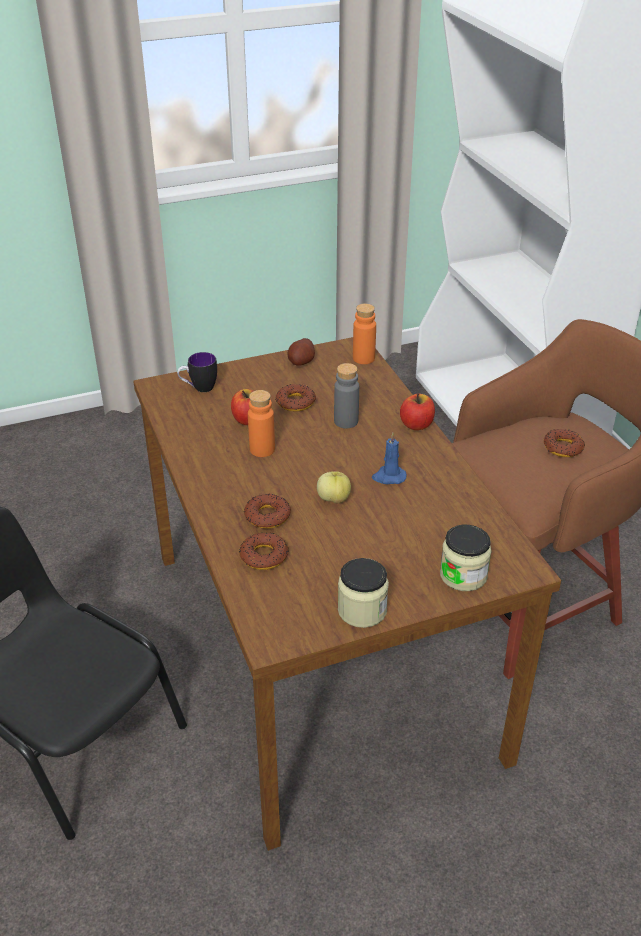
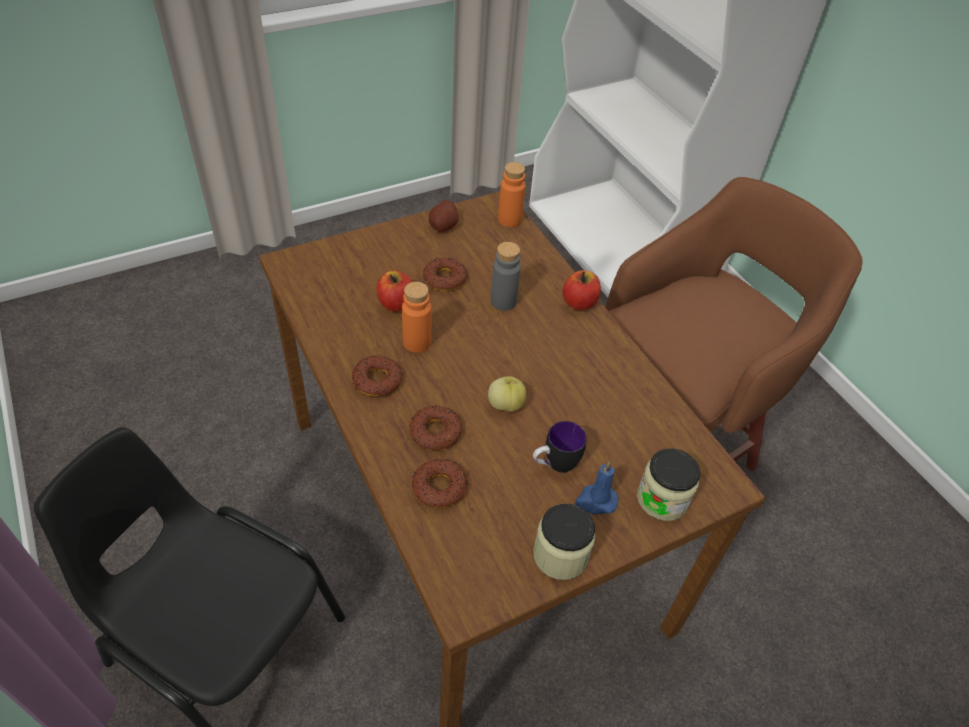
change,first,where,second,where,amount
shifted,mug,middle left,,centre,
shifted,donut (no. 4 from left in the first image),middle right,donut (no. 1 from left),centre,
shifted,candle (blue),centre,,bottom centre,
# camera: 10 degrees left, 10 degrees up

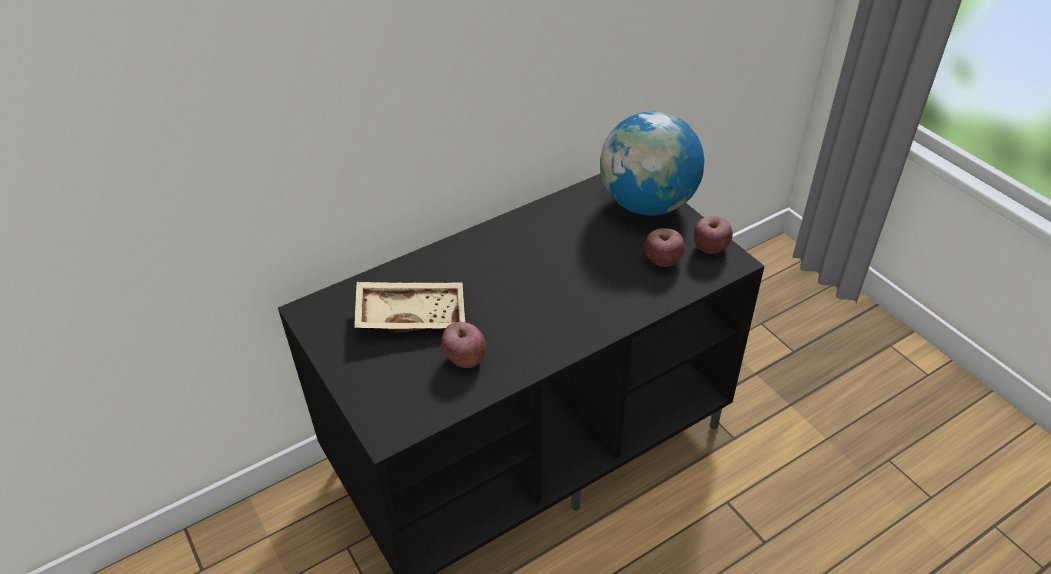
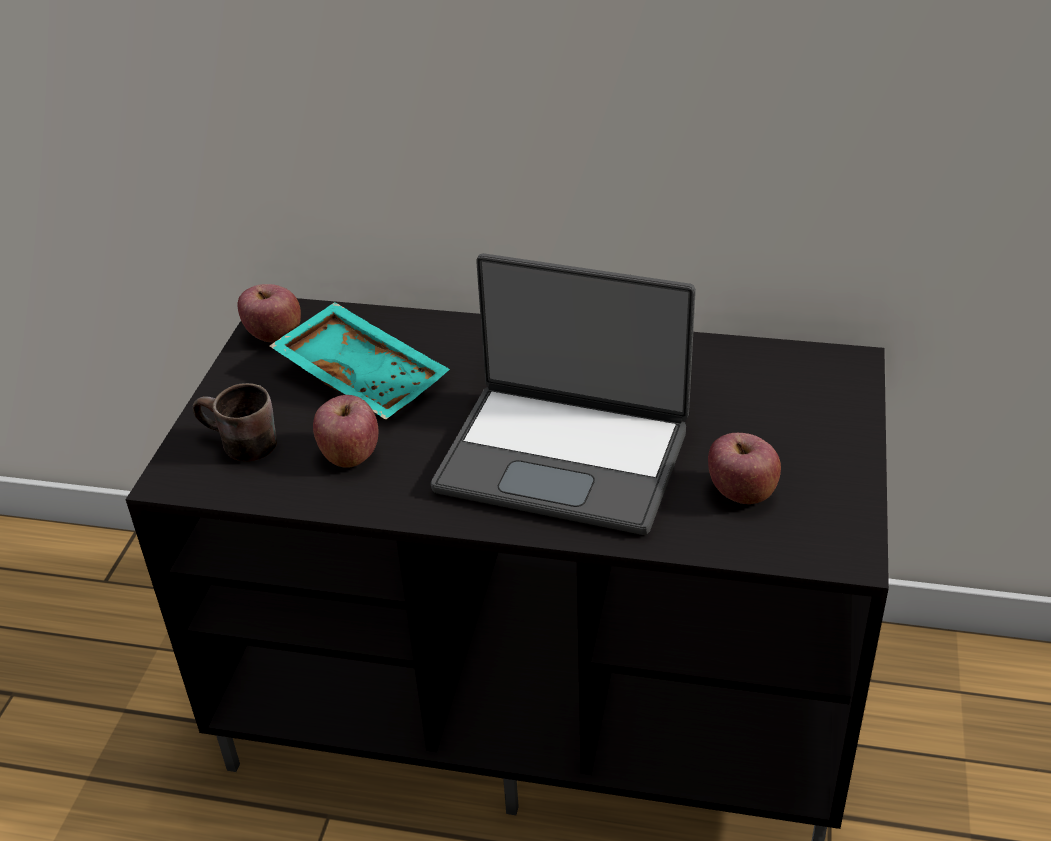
change,first,where,second,where,amount
gone,globe,top centre,,,
shifted,apple (no. 3 from left in the first image),middle right,apple (no. 1 from left),middle left,
repainted,tray (beige),centre,tray (turquoise),centre,
new,,,laptop,centre,
new,,,mug (brown),middle left,
# camera: 45 degrees right, 5 degrees down

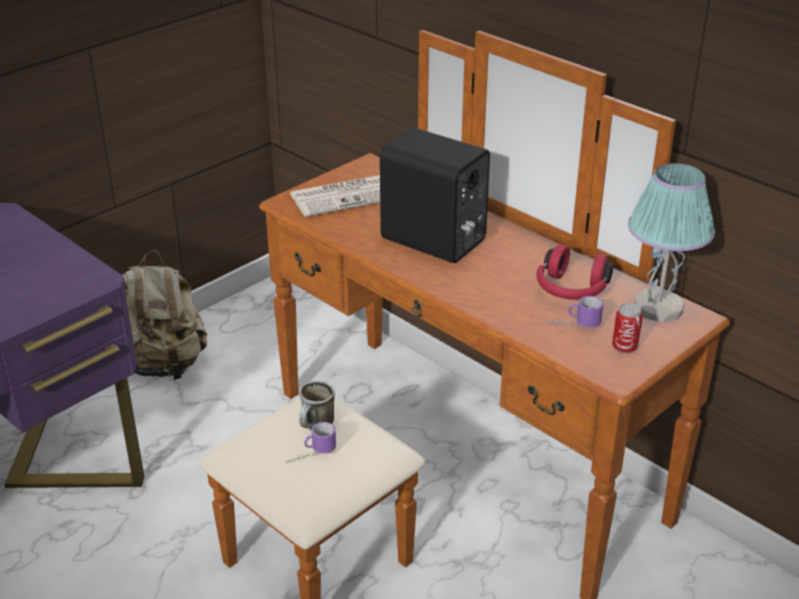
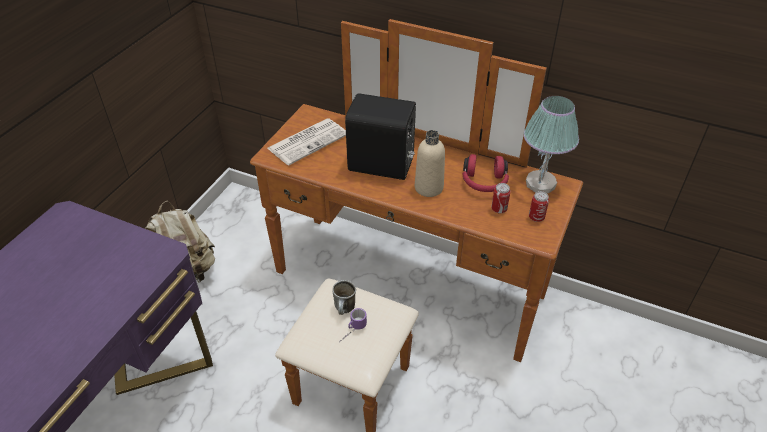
change,first,where,second,where,amount
swapped,mug (no. 3 from left),middle right,can (no. 1 from left),centre,
new,,,bottle (beige),centre,
# camera: 20 degrees left, 10 degrees up

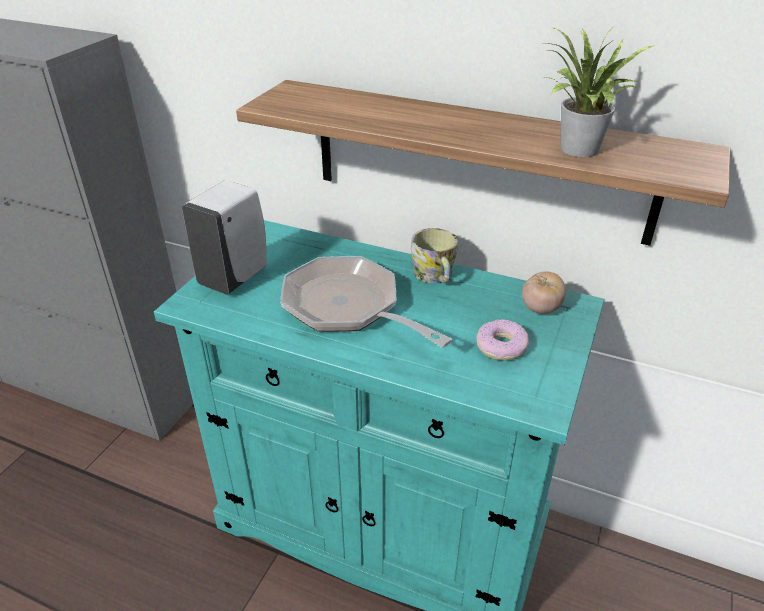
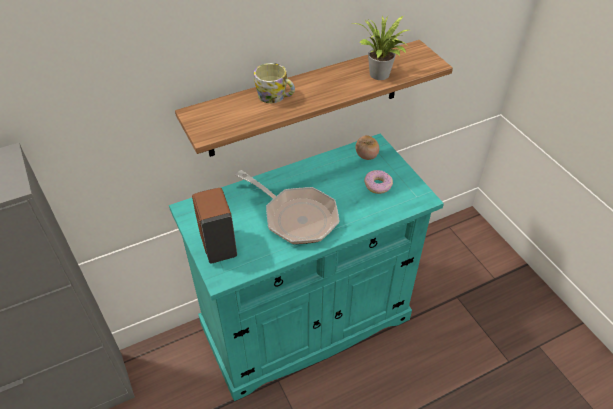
change,first,where,second,where,amount
repainted,soap dispenser (white),middle left,soap dispenser (brown),centre,
shifted,mug,centre,,top centre,
rotated,frying pan,centre,,centre,135 degrees counterclockwise
# camera: 50 degrees left, 10 degrees up

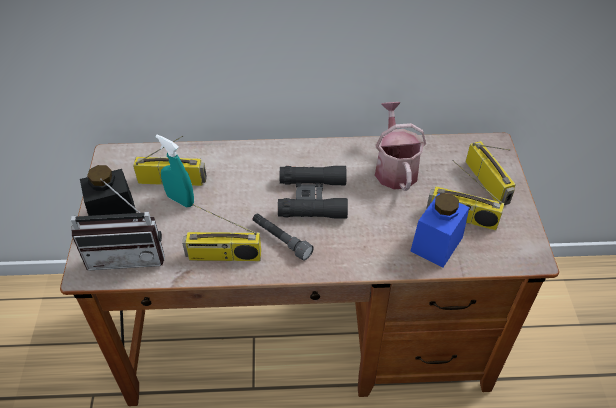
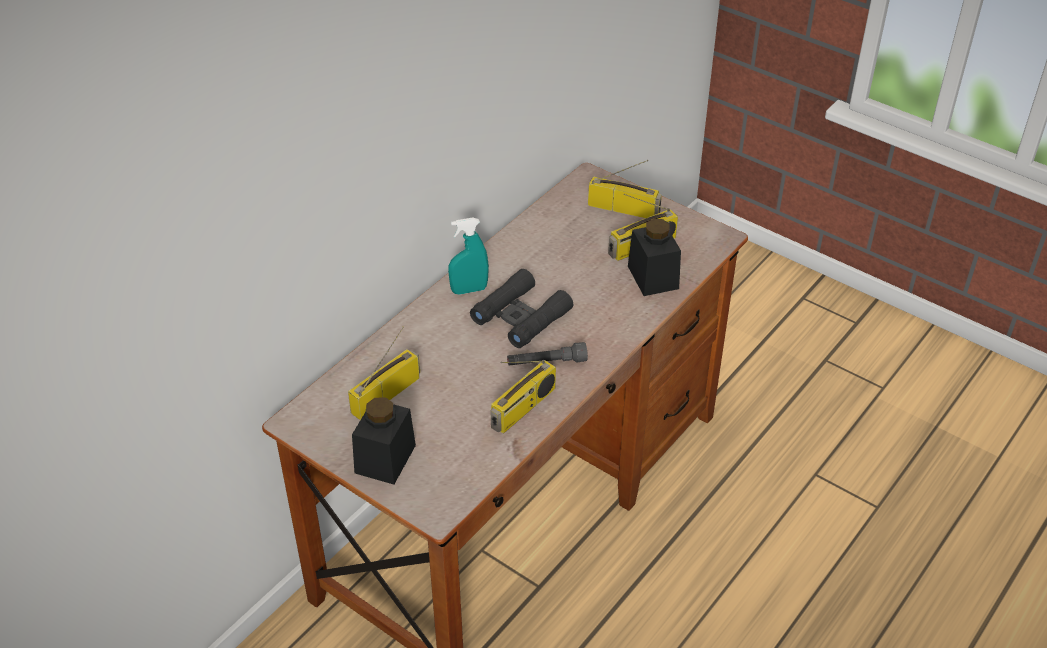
change,first,where,second,where,amount
gone,watering can,centre,,,
shifted,spray bottle (turquoise),middle left,,centre,
gone,radio (no. 1 from left),middle left,,,
repainted,jar (blue),middle right,jar (black) (no. 2 from left),centre,
# camera: 50 degrees left, 5 degrees down

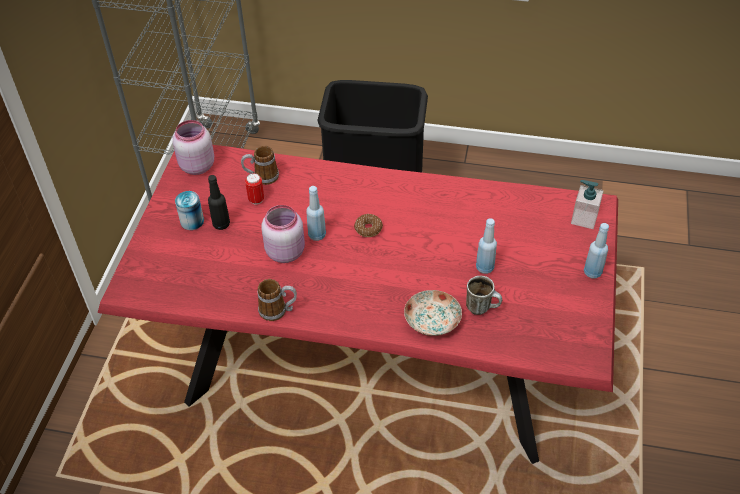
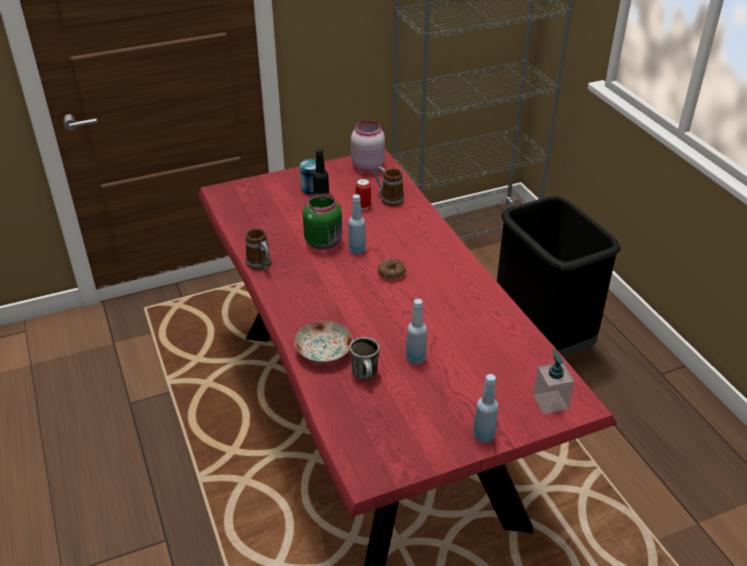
change,first,where,second,where,amount
repainted,jar (pink) (no. 2 from left),centre,jar (green),centre,
# camera: 55 degrees right, 10 degrees down

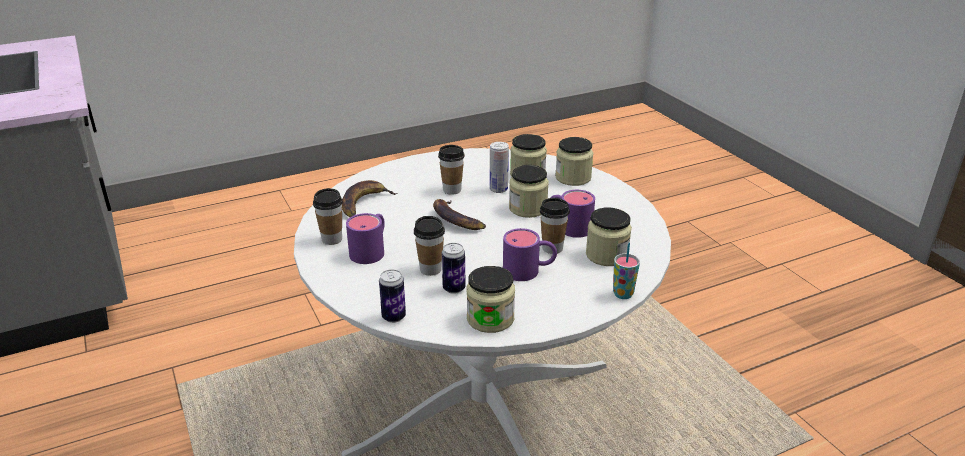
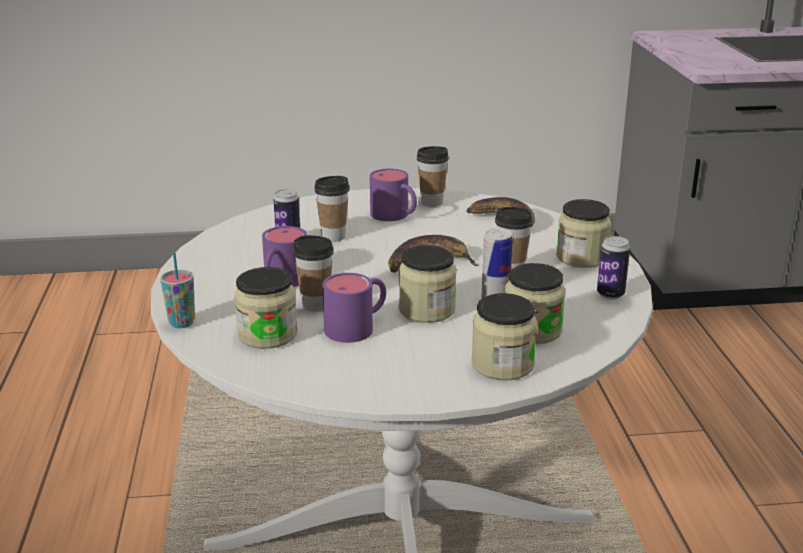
change,first,where,second,where,amount
shifted,jar (no. 1 from left in the first image),centre,jar (no. 5 from left),middle right,
shifted,can (no. 1 from left in the first image),centre,can (no. 3 from left),middle right,
# camera: 110 degrees right, 5 degrees down

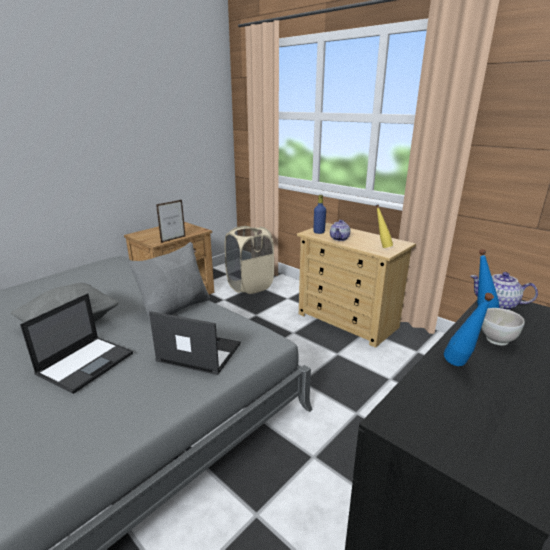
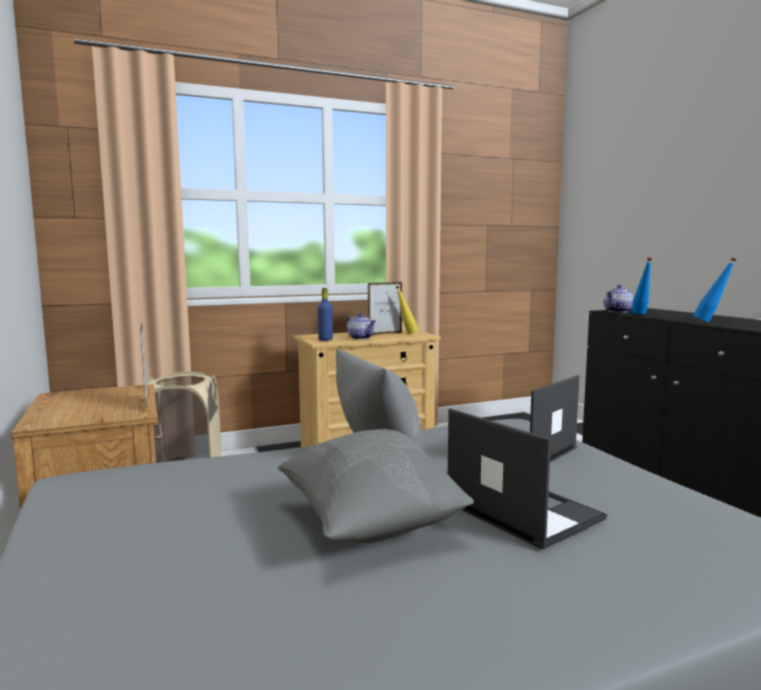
change,first,where,second,where,amount
gone,bowl (white),middle right,,,
new,,,picture frame (no. 2 from left),centre,
# camera: 65 degrees left, 15 degrees down

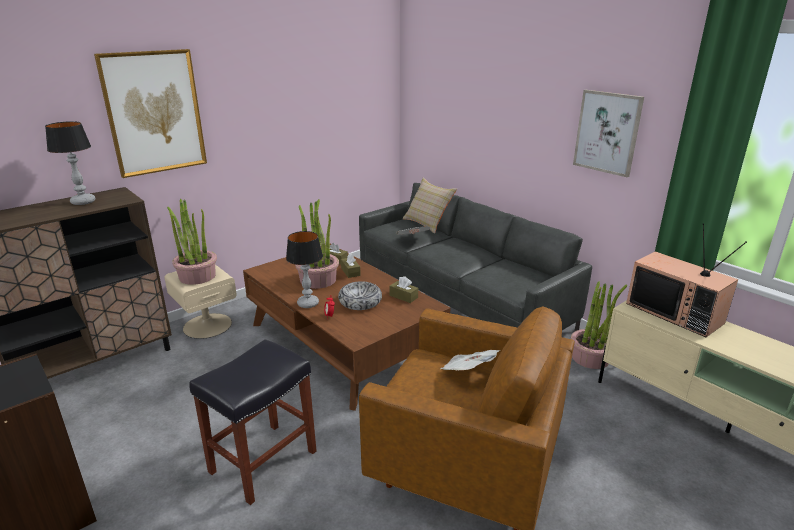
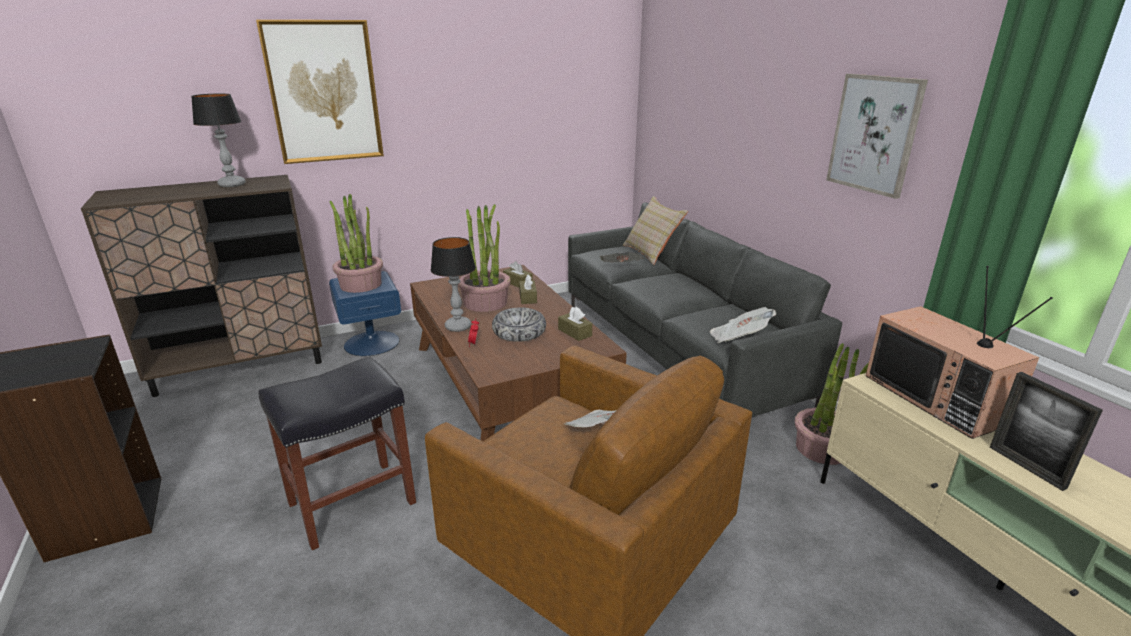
change,first,where,second,where,amount
repainted,nightstand (beige),middle left,nightstand (blue),middle left,
new,,,newspaper (no. 3 from left),centre,
new,,,picture frame,bottom right,
# camera: 15 degrees right, 0 degrees up

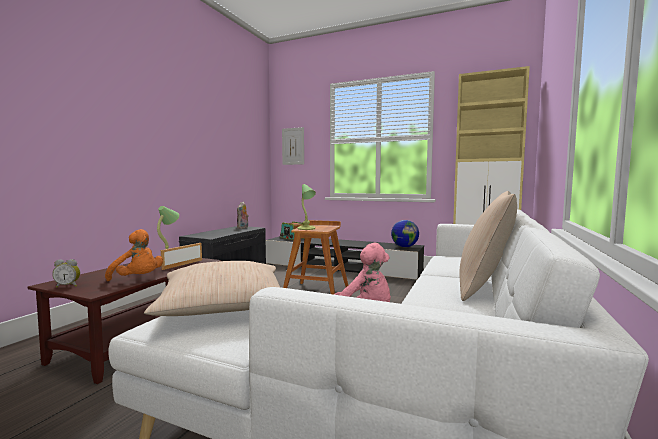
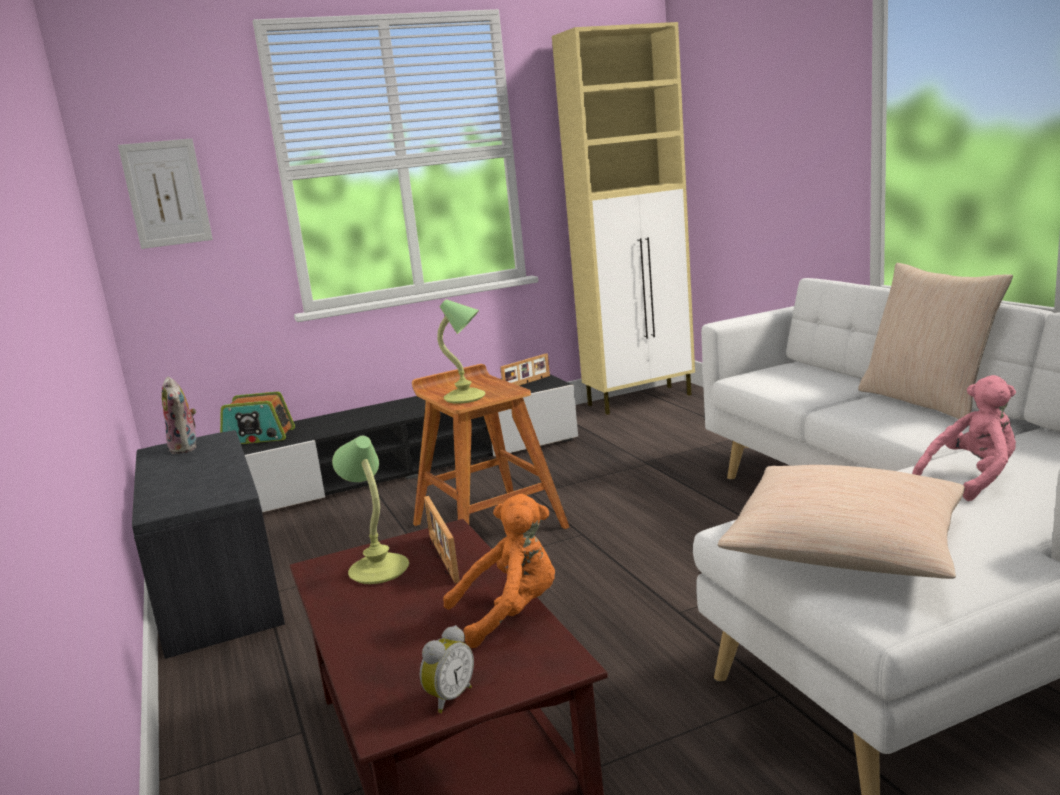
change,first,where,second,where,amount
swapped,globe,centre,picture frame (no. 2 from left),centre,
# camera: 45 degrees left, 10 degrees up

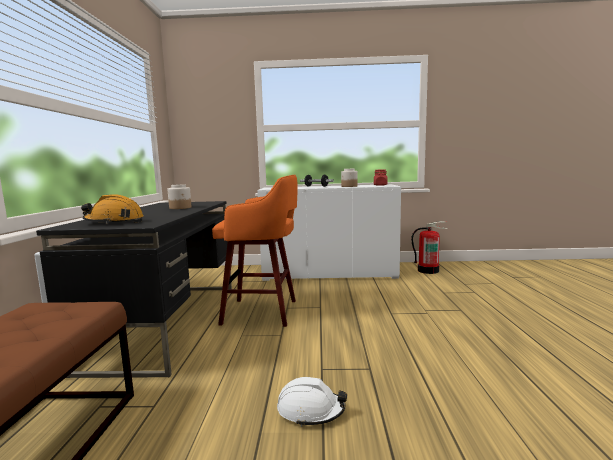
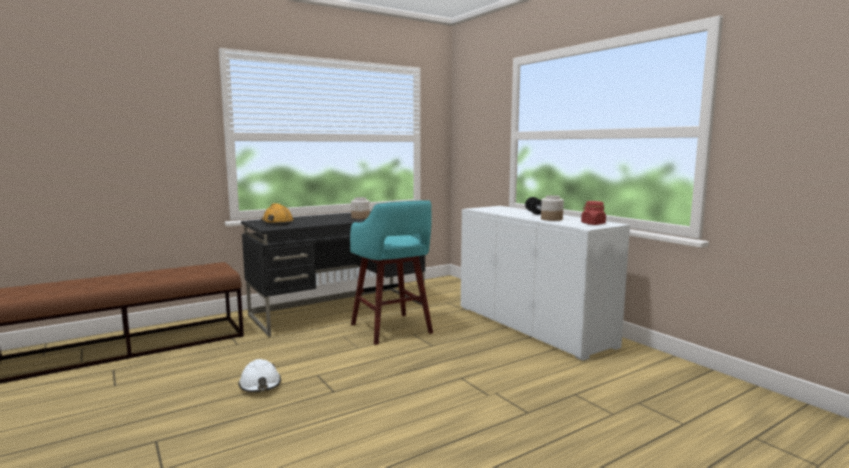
change,first,where,second,where,amount
repainted,stool (orange),centre,stool (turquoise),centre,
gone,fire extinguisher,middle right,,,
# camera: 55 degrees right, 0 degrees up

